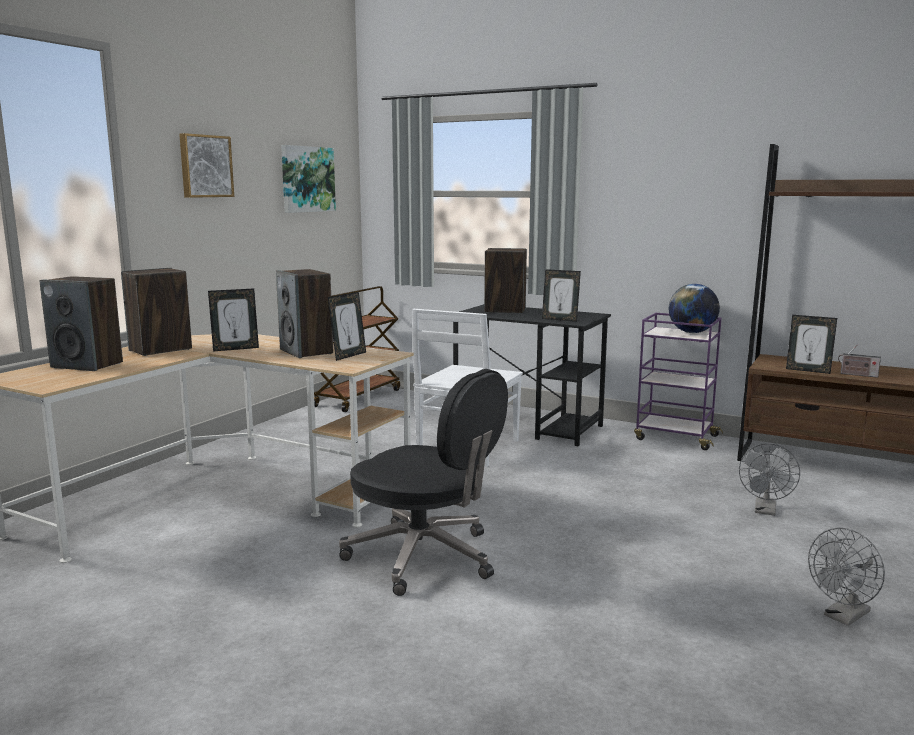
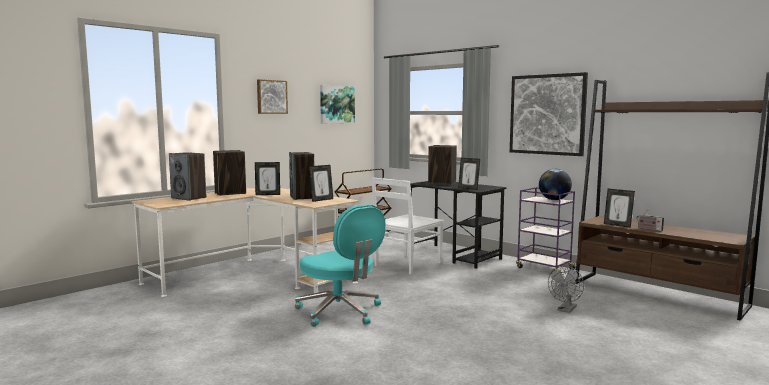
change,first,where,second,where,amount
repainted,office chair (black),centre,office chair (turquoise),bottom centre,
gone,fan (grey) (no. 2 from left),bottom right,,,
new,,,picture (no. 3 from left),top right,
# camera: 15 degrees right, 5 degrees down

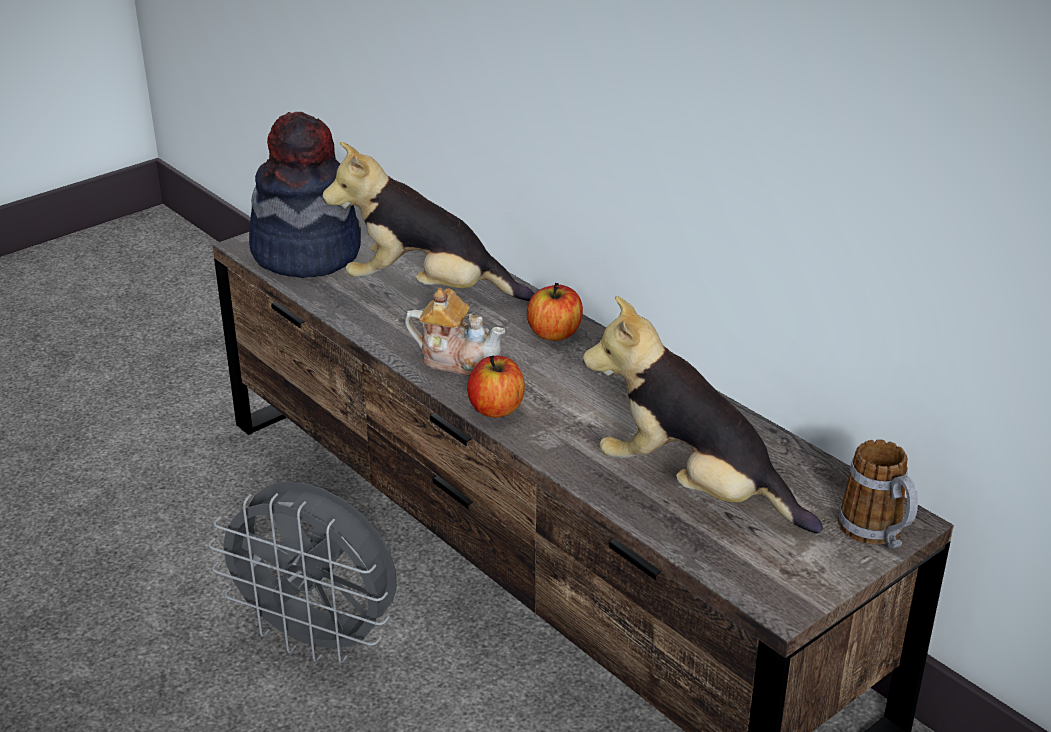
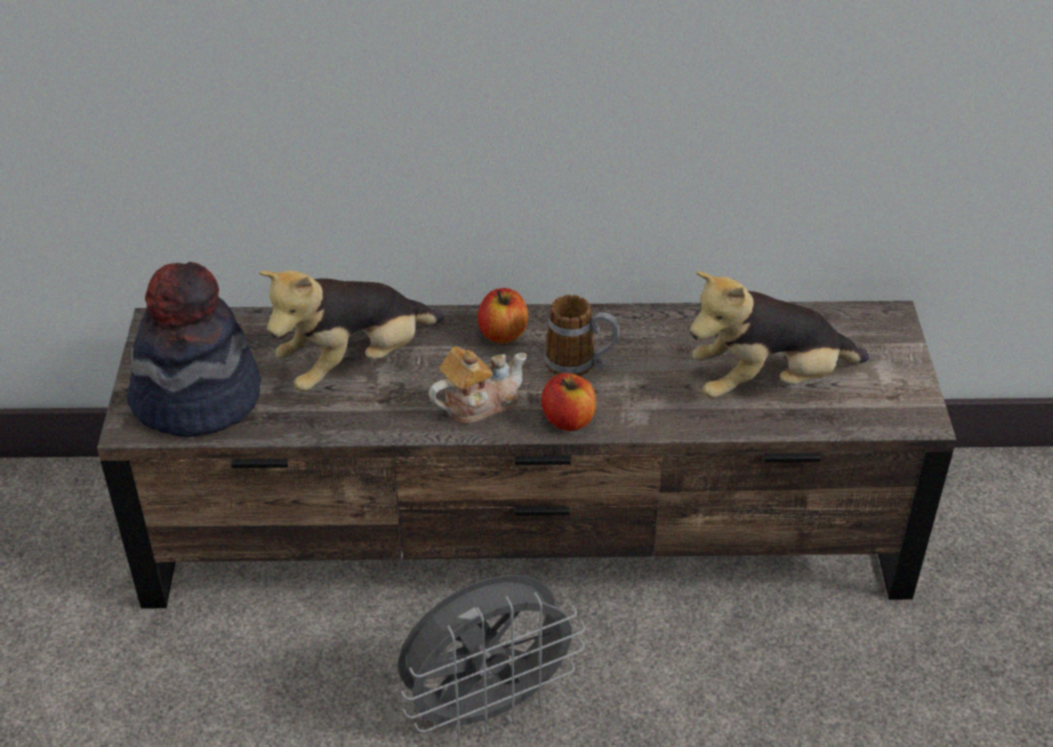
change,first,where,second,where,amount
shifted,mug,bottom right,,centre,
# camera: 50 degrees left, 10 degrees up

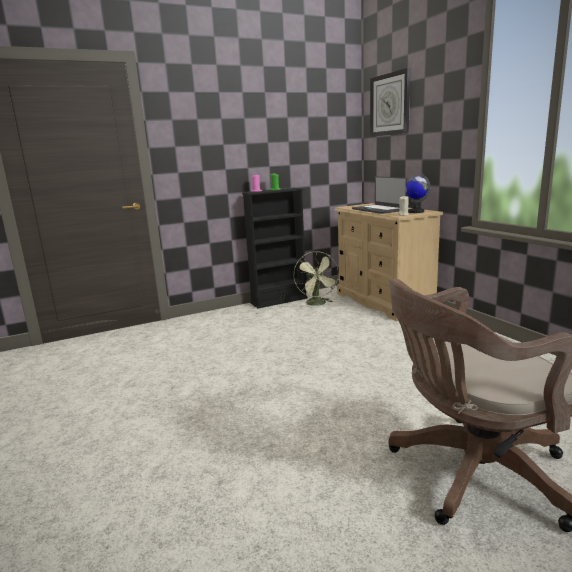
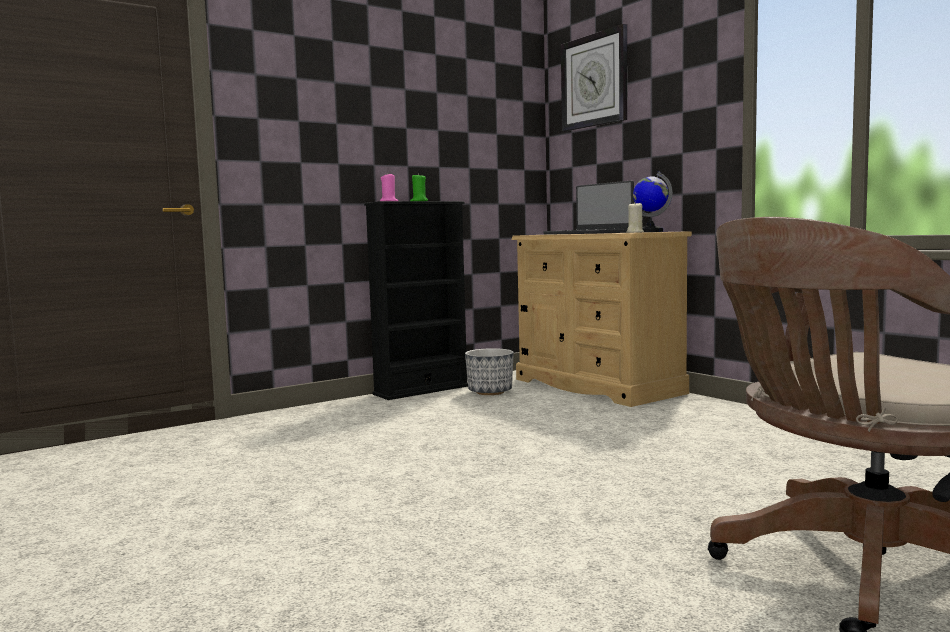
change,first,where,second,where,amount
swapped,fan (green),centre,planter,centre,
# camera: 10 degrees left, 10 degrees down

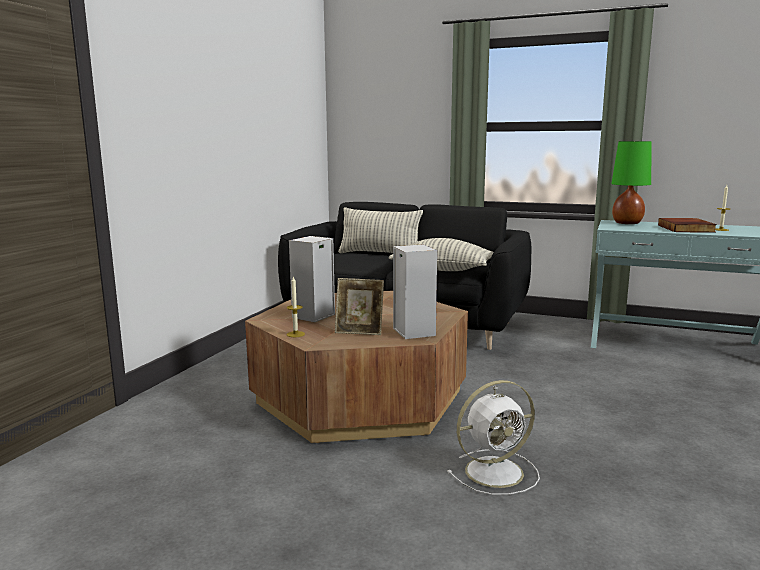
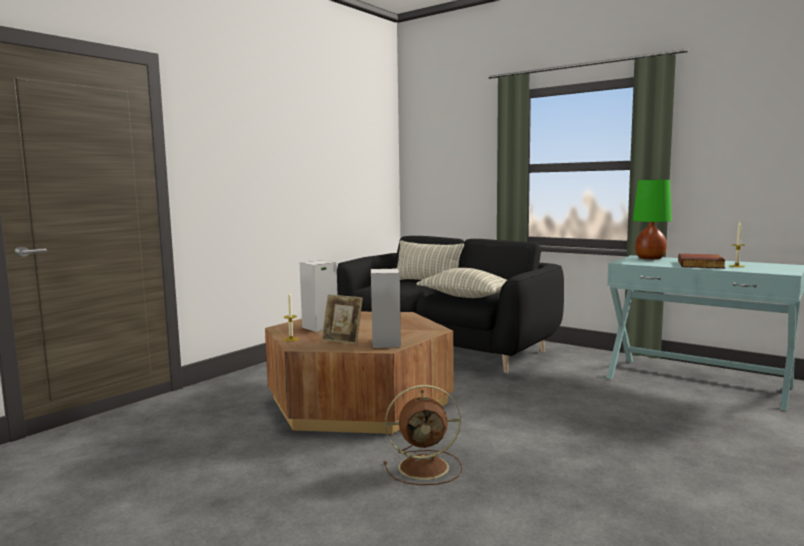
change,first,where,second,where,amount
repainted,fan (white),bottom centre,fan (brown),bottom centre,
# camera: 15 degrees right, 5 degrees down

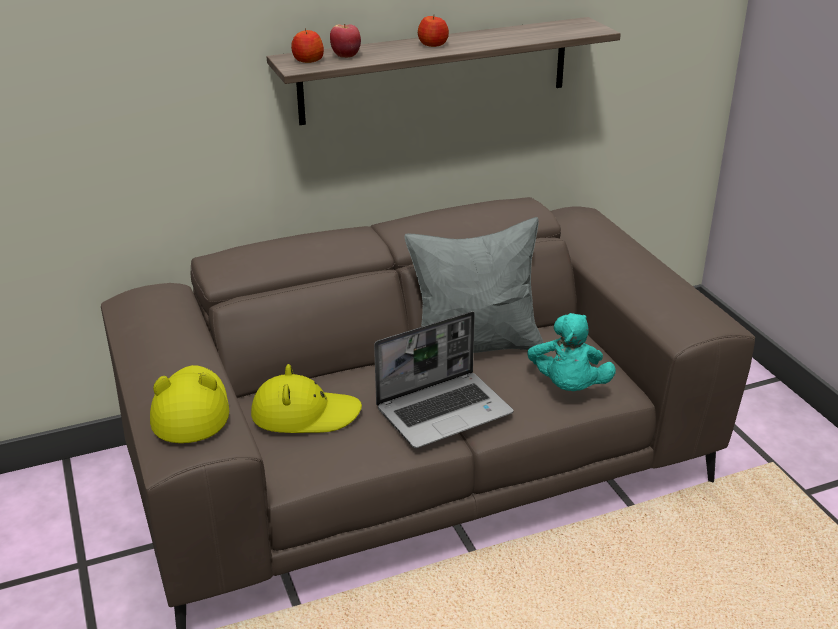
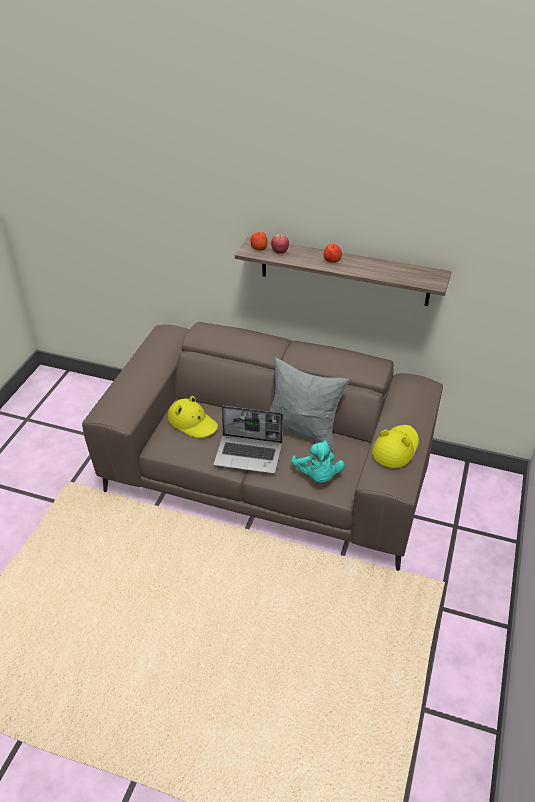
change,first,where,second,where,amount
rotated,plush toy (turquoise),middle right,,centre,60 degrees counterclockwise
shifted,hat (yellow) (no. 1 from left in the first image),middle left,hat (yellow) (no. 2 from left),middle right,
# camera: 40 degrees right, 10 degrees up

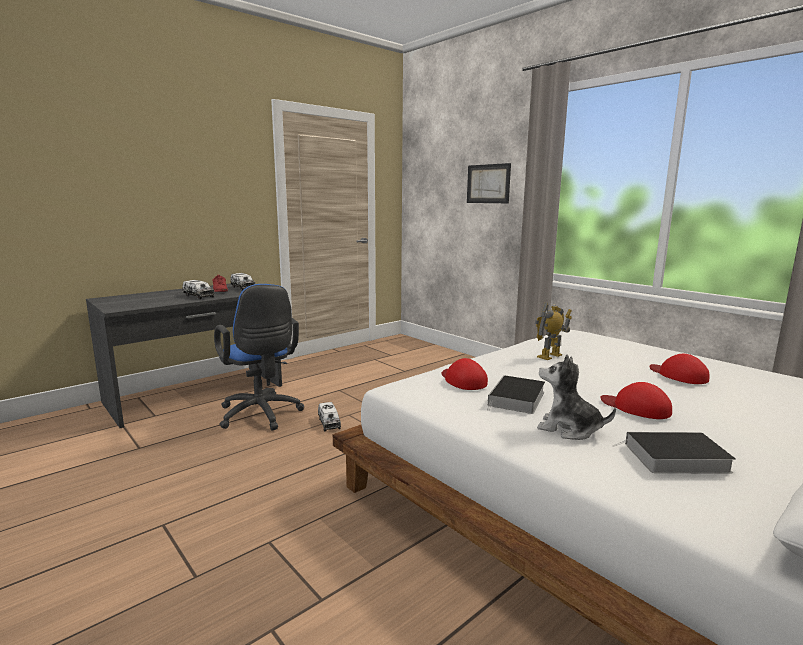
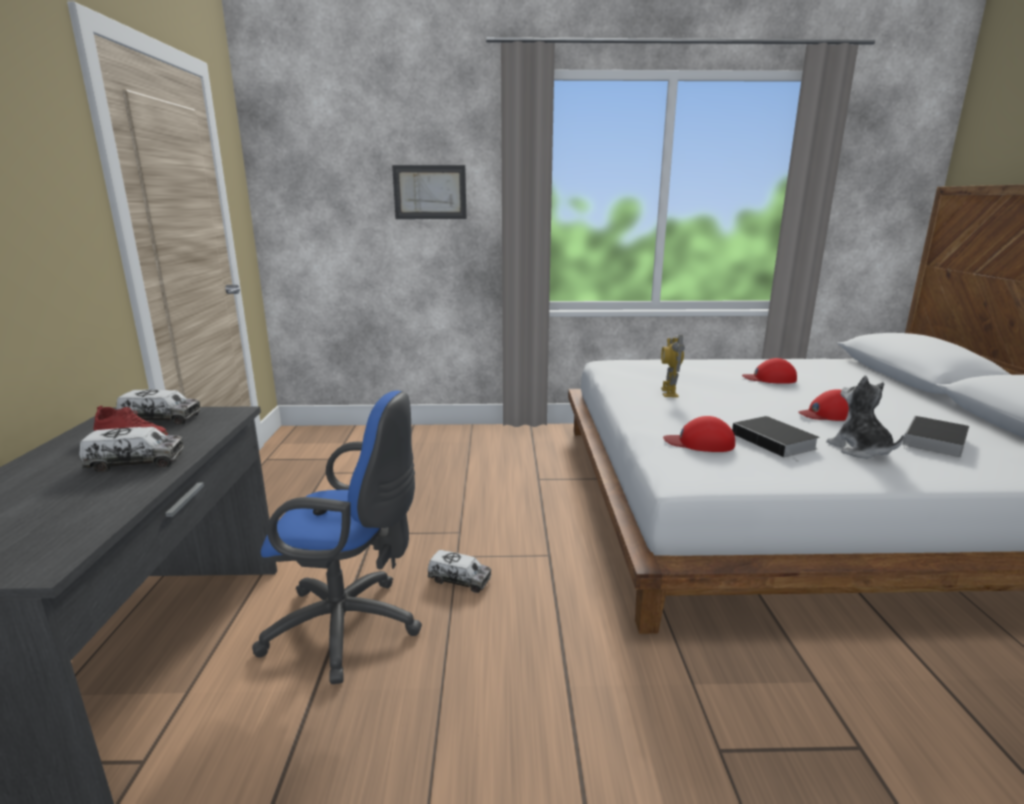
change,first,where,second,where,amount
rotated,plush toy,middle right,,middle right,90 degrees clockwise
# camera: 50 degrees left, 5 degrees up

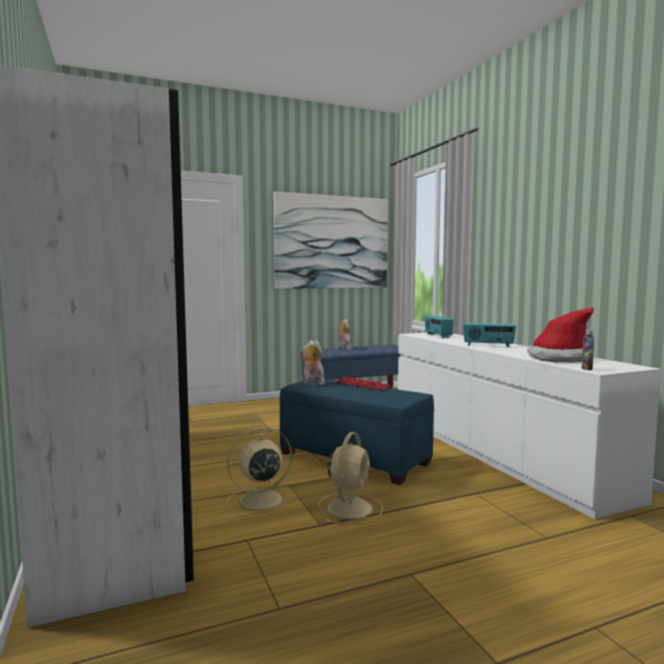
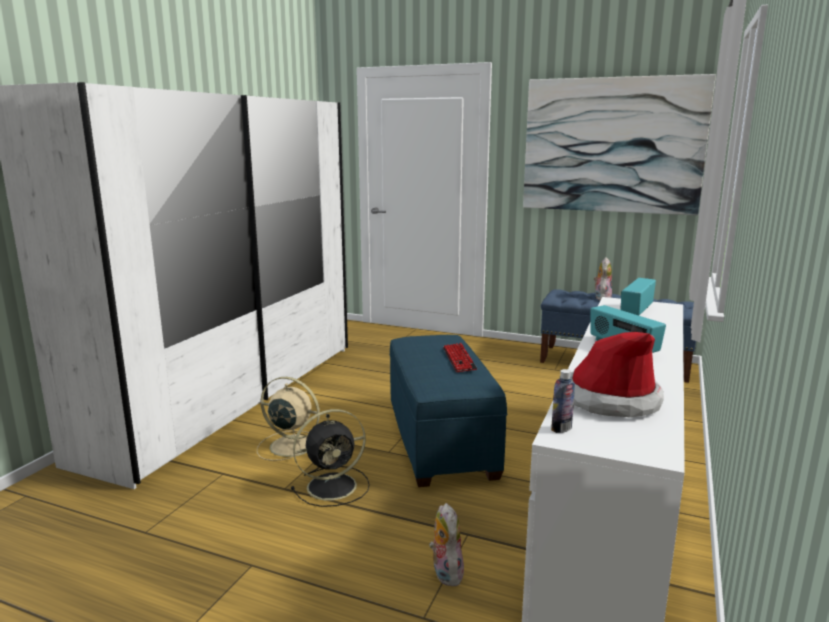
change,first,where,second,where,amount
shifted,plush toy (no. 1 from left),centre,,bottom centre,
repainted,fan (beige) (no. 2 from left),bottom centre,fan (black),bottom centre,
# camera: 45 degrees right, 10 degrees up

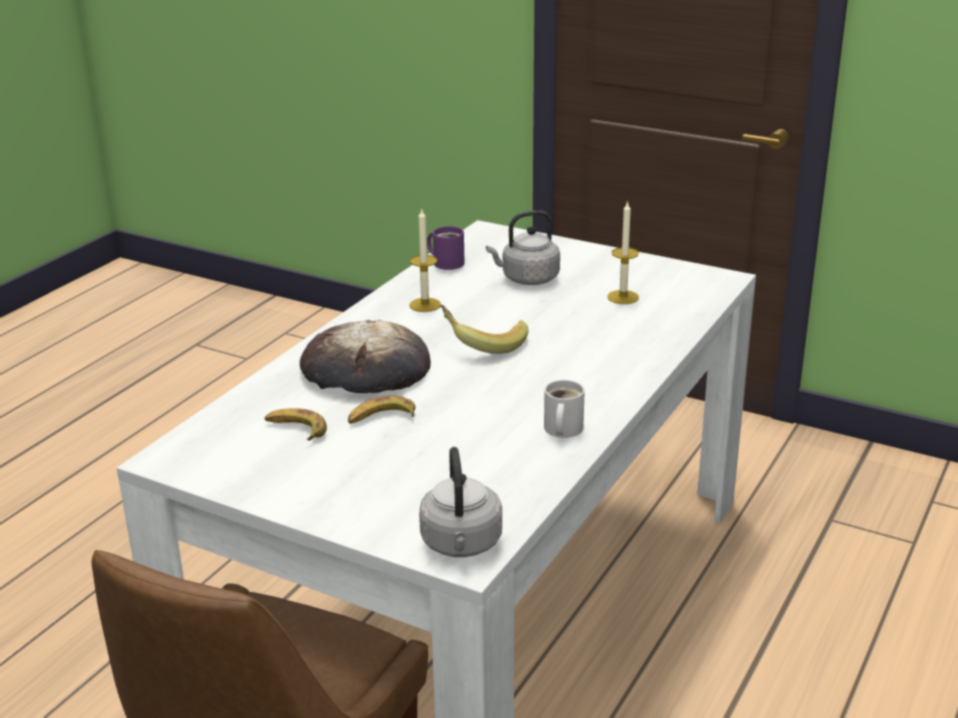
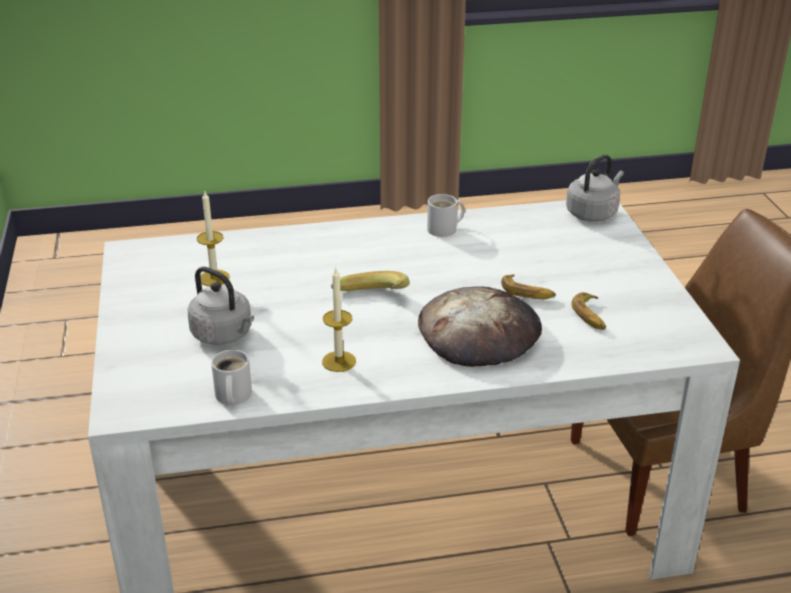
change,first,where,second,where,amount
repainted,mug (purple),centre,mug (white) (no. 1 from left),middle left,
# camera: 130 degrees left, 5 degrees up

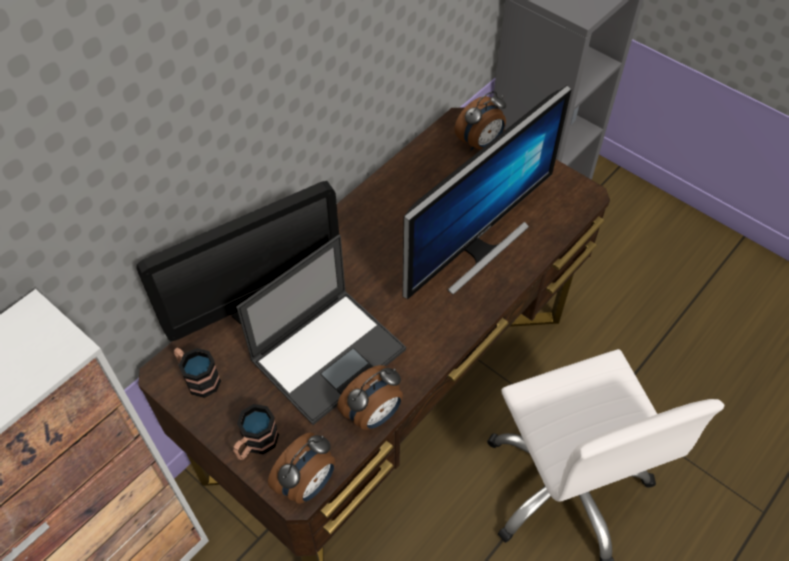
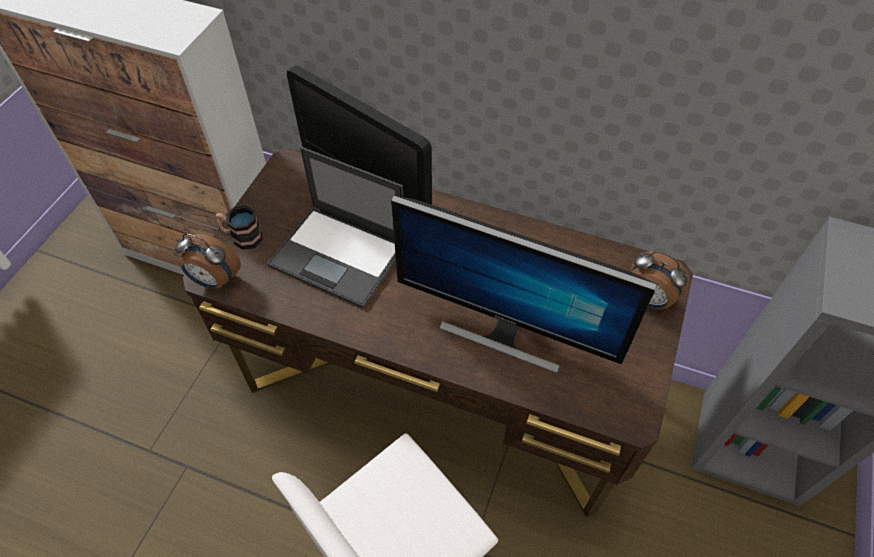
change,first,where,second,where,amount
gone,mug (no. 1 from left),middle left,,,
gone,alarm clock (no. 2 from left),bottom centre,,,
# camera: 70 degrees right, 0 degrees up

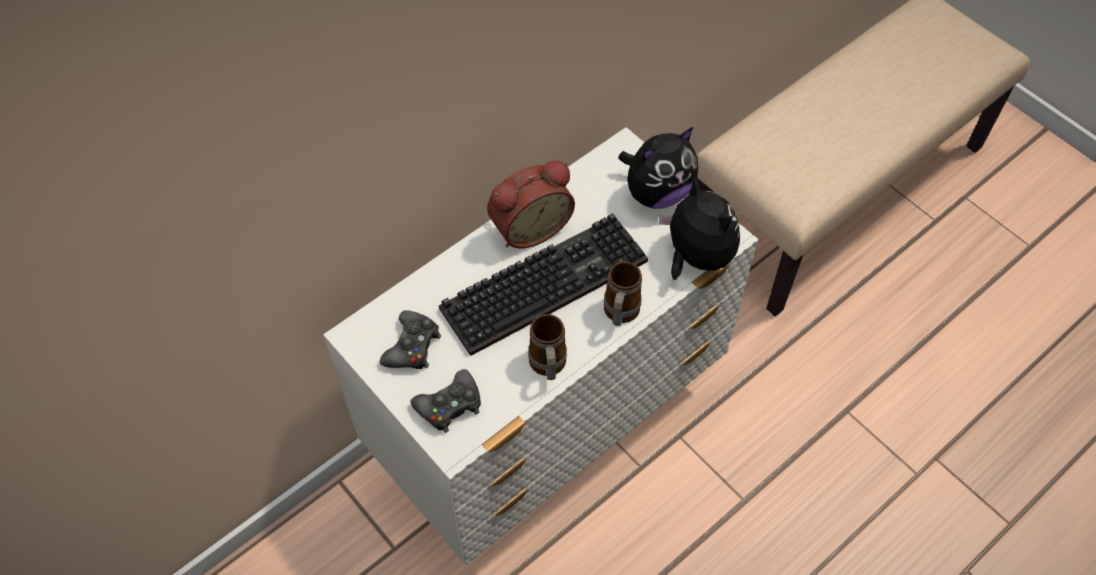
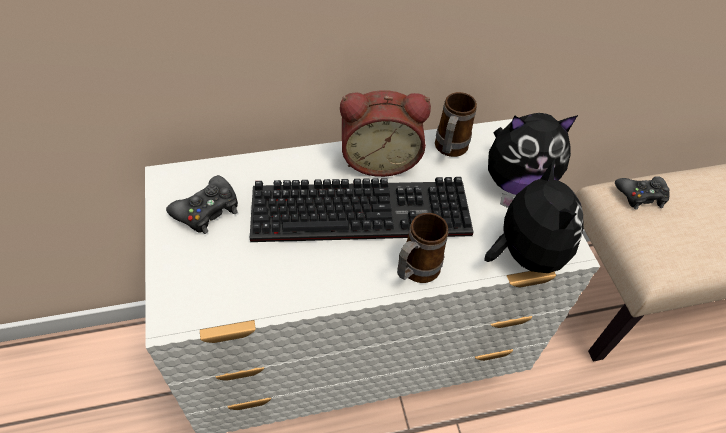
change,first,where,second,where,amount
shifted,mug (no. 1 from left in the first image),centre,mug (no. 2 from left),top centre,
shifted,game controller (black) (no. 2 from left),bottom centre,,middle right,
# camera: 25 degrees right, 5 degrees down

